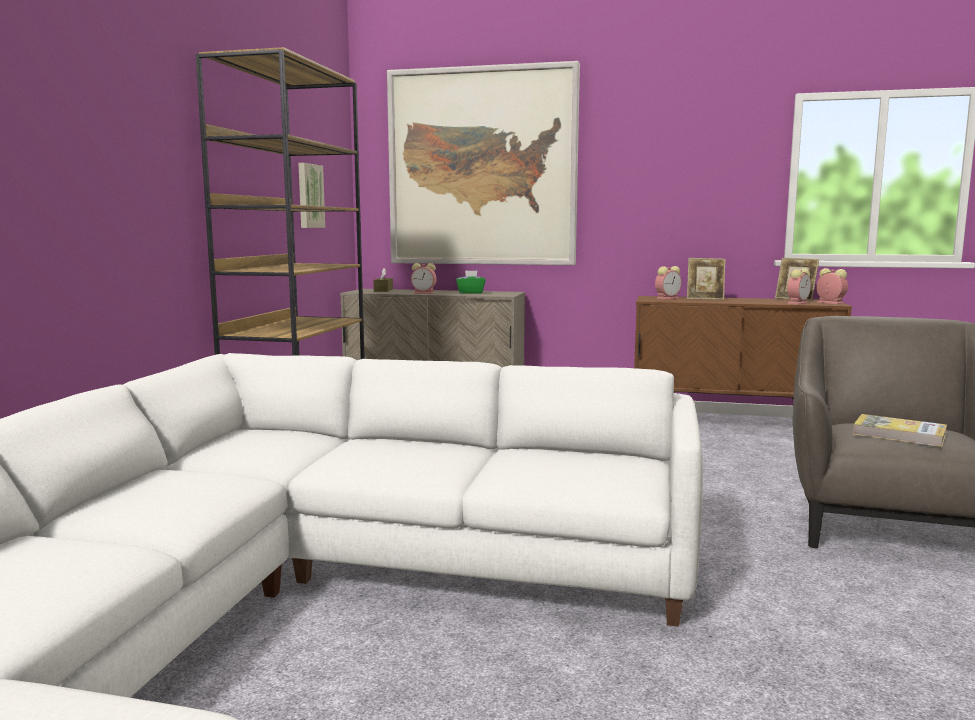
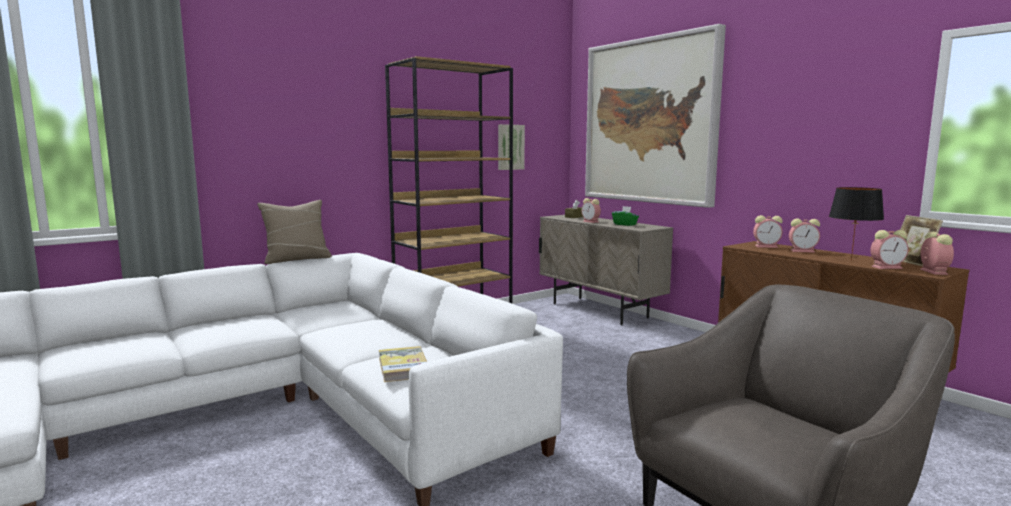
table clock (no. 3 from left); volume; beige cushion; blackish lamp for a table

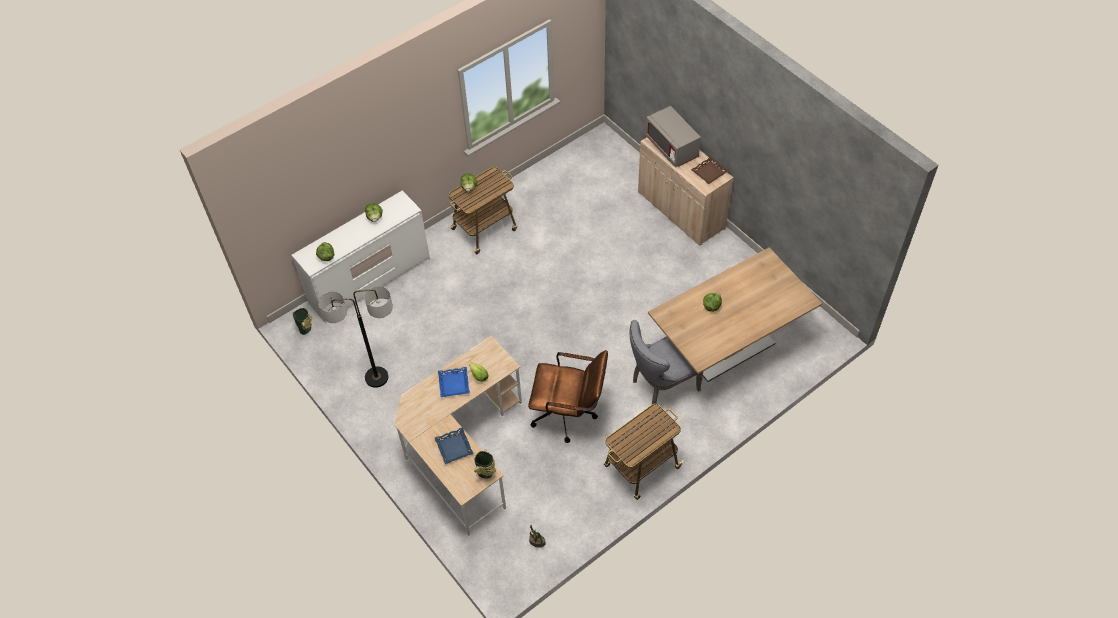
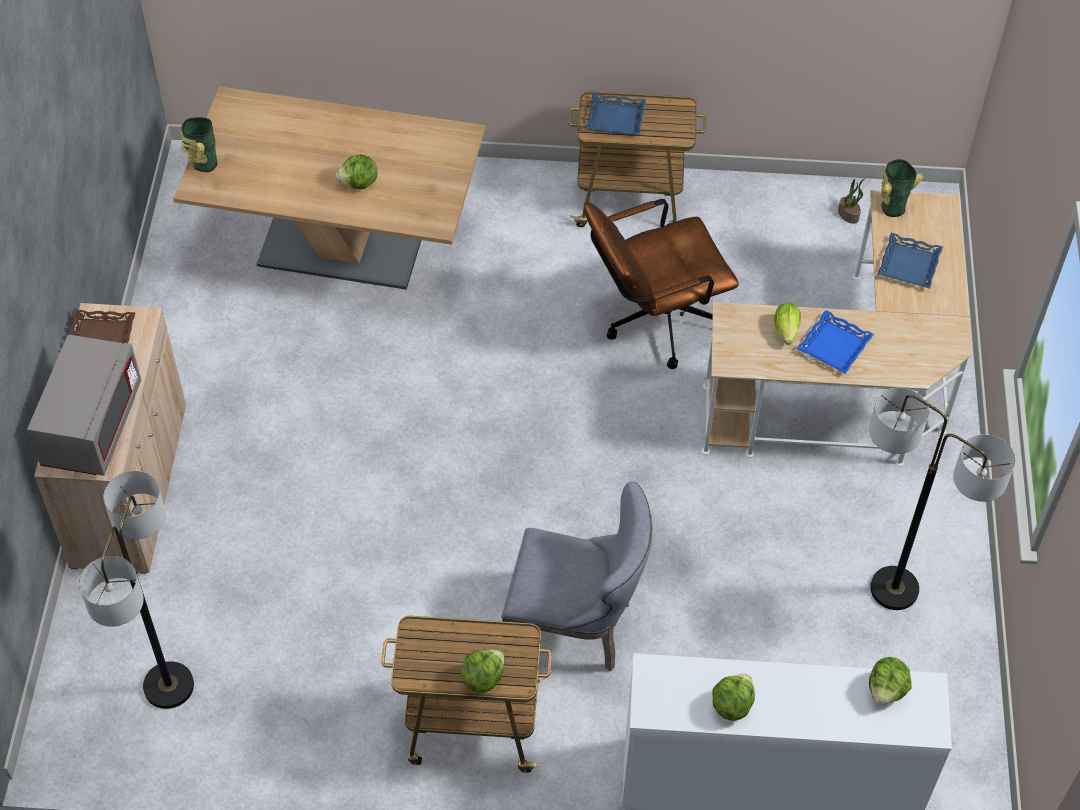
flower vase (no. 1 from left); brown office chair; grey chair; floor lamp (no. 1 from left); blue-coloured carrying tray (no. 1 from left)

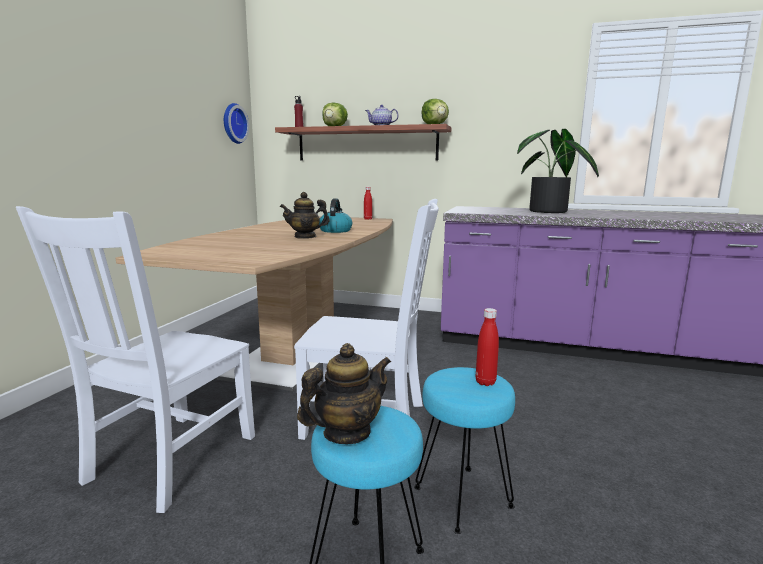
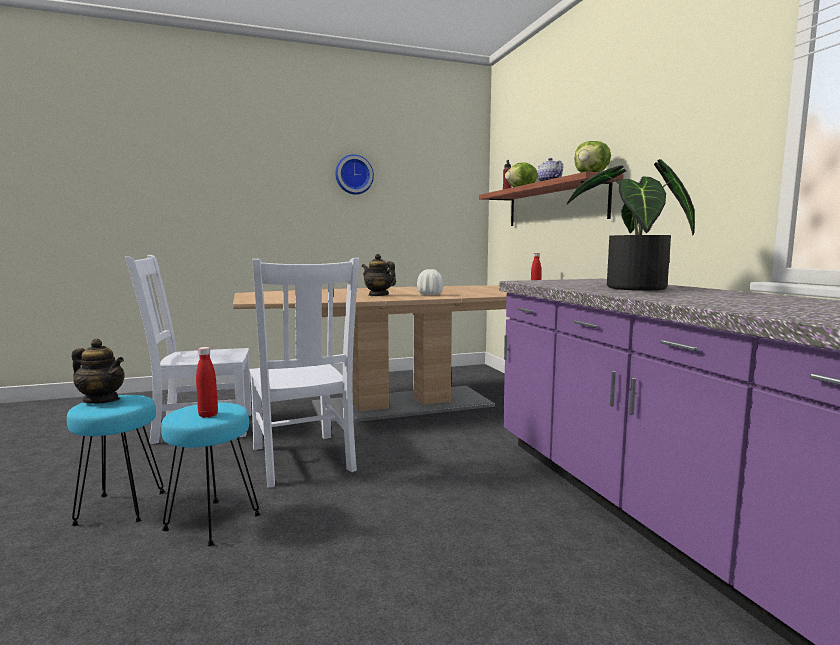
hanging clock; white-coloured flower vase

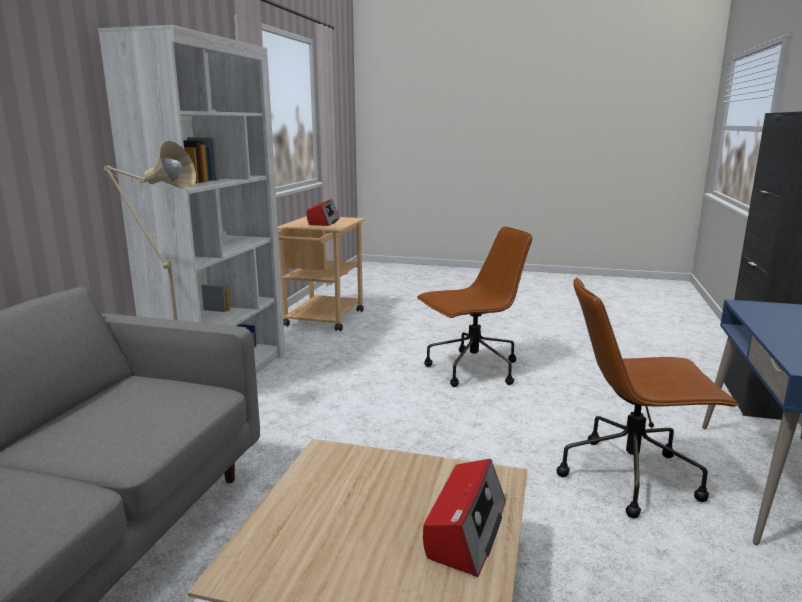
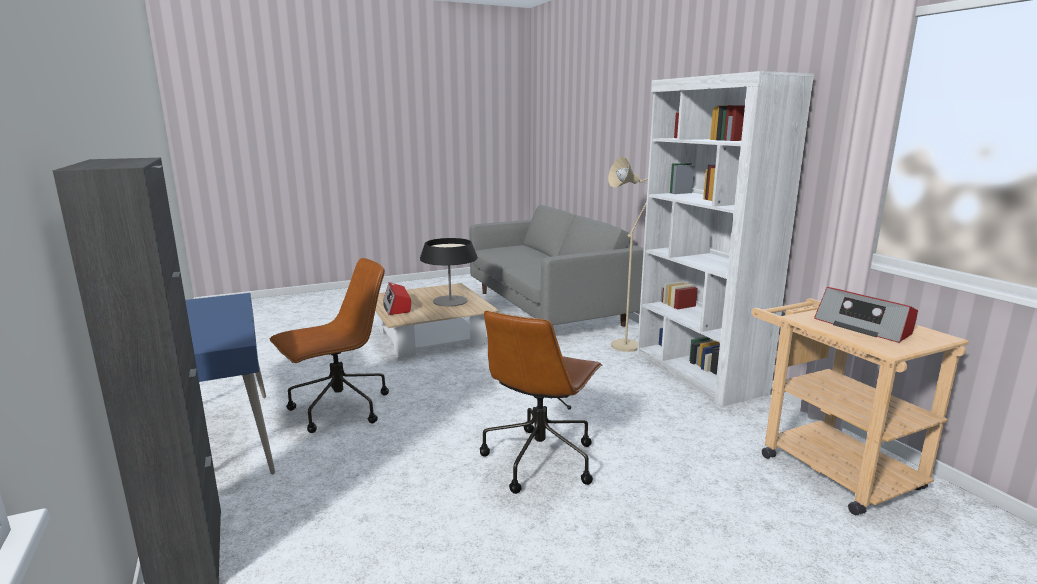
lamp for a table

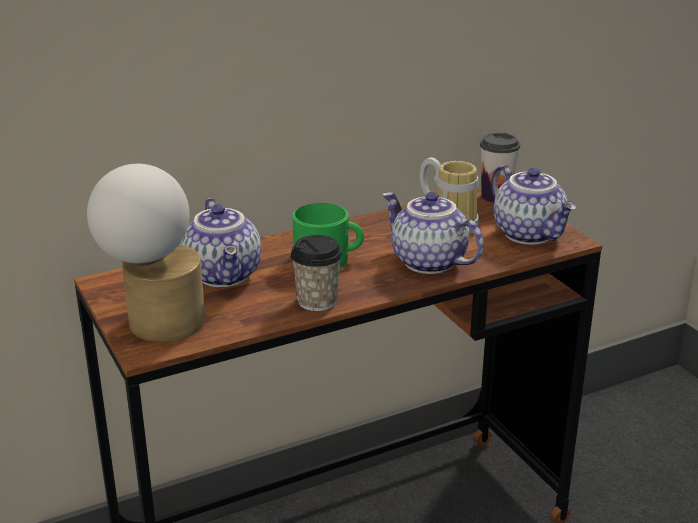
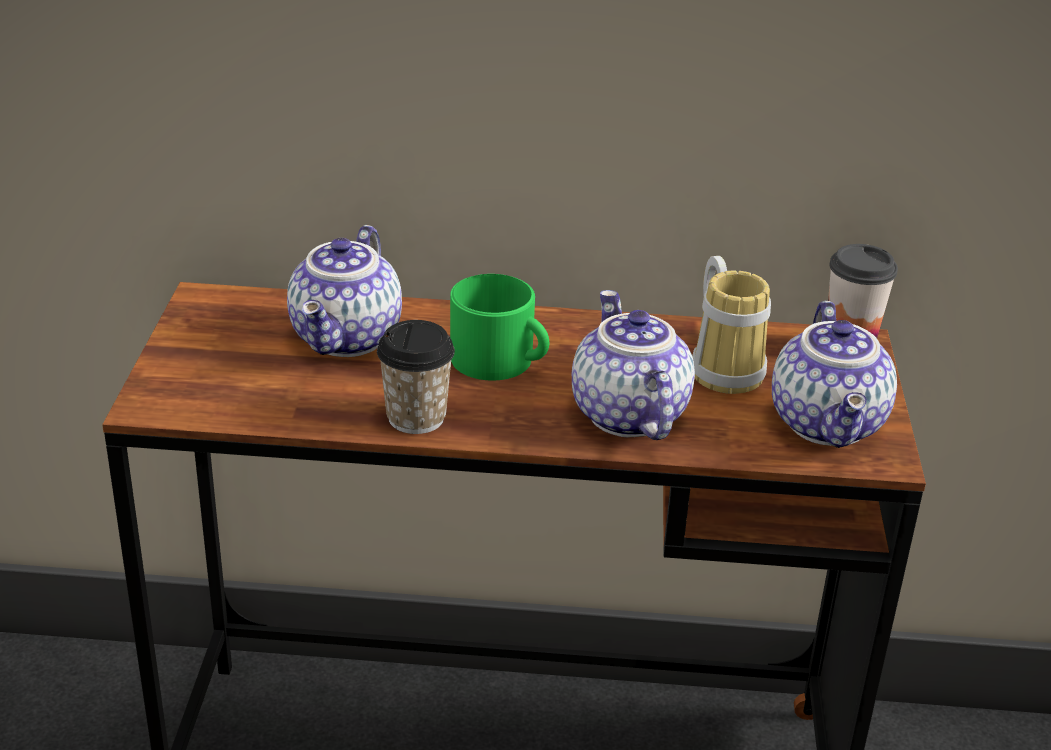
lamp for a table

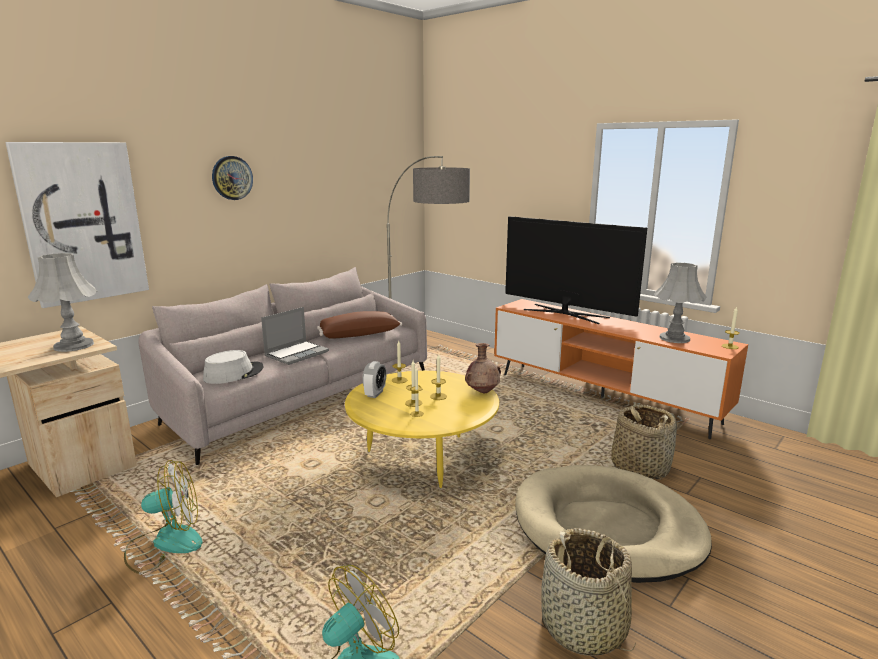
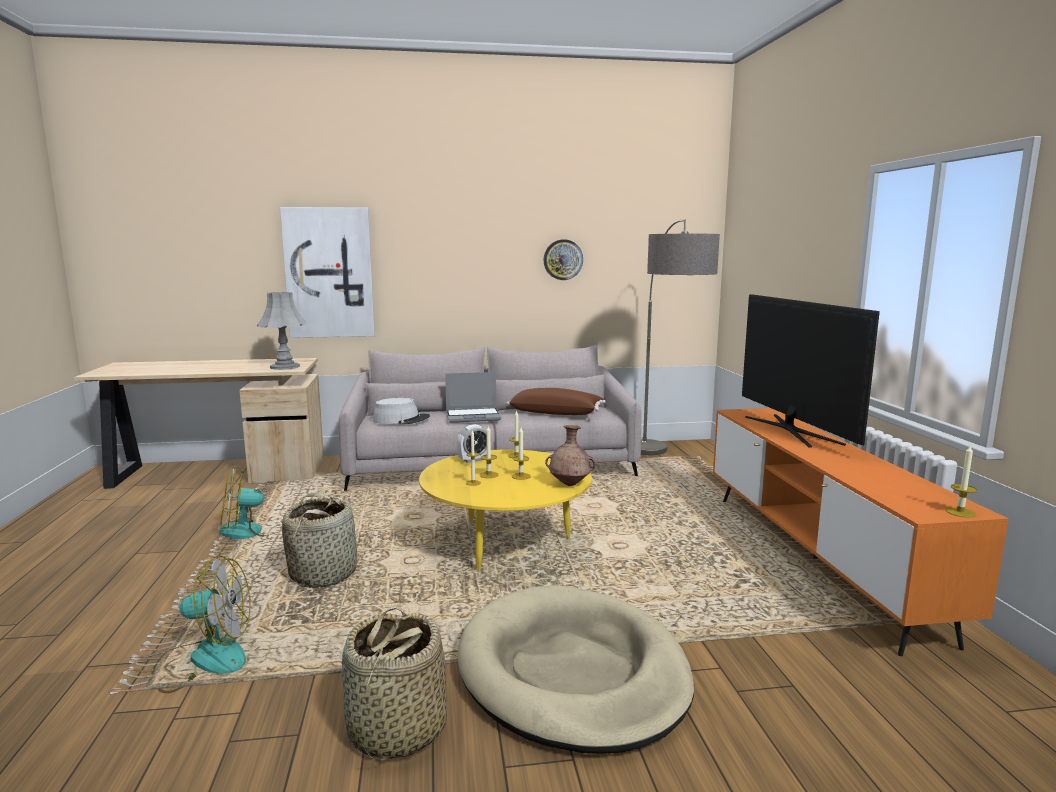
cooling fan (no. 2 from left); hanging clock; storage basket (no. 1 from left); grey lamp for a table (no. 2 from left in the first image)

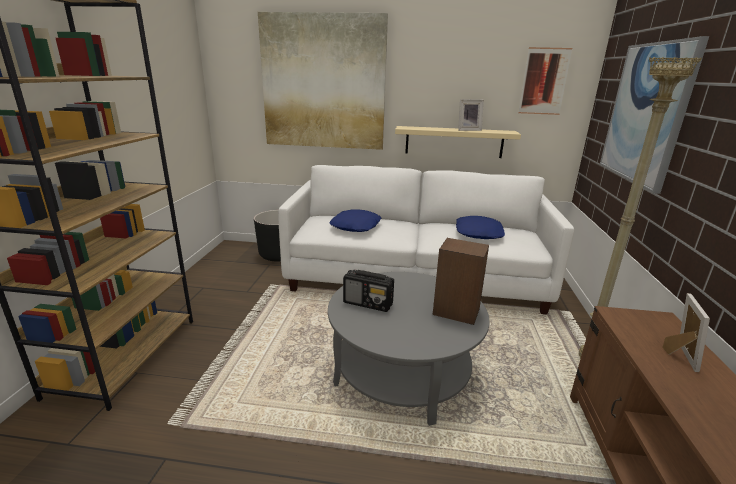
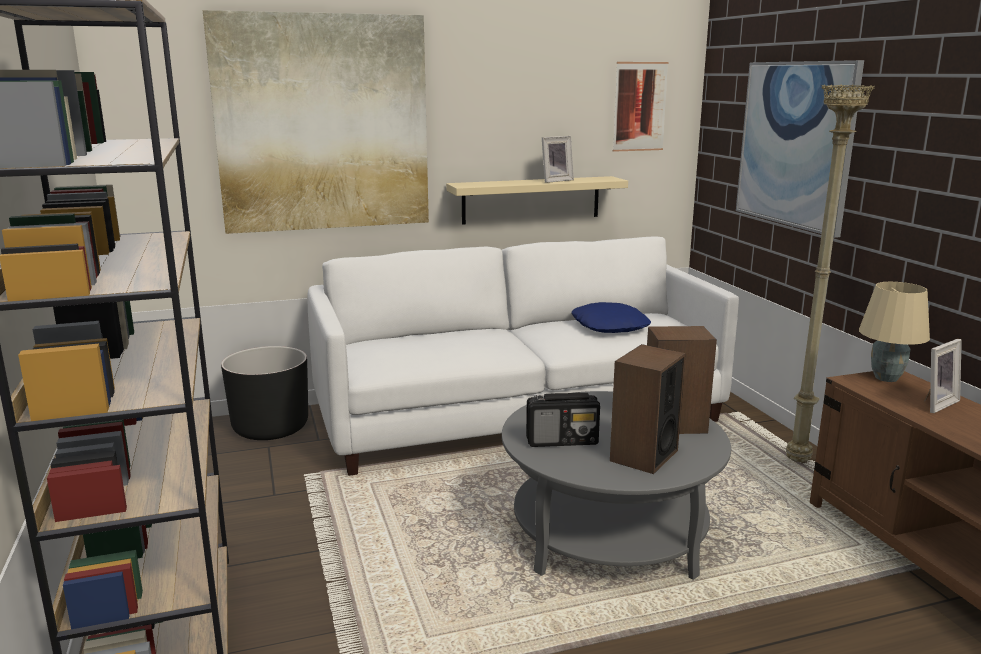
blue-coloured cushion (no. 1 from left in the first image); standing frame (no. 2 from left); loudspeaker (no. 1 from left); beige lamp for a table

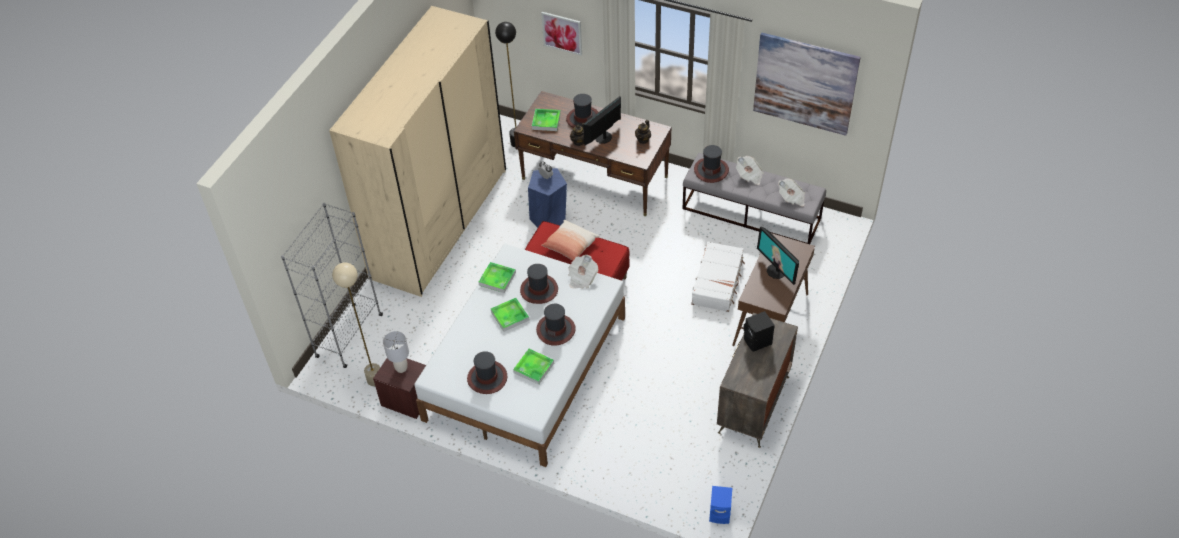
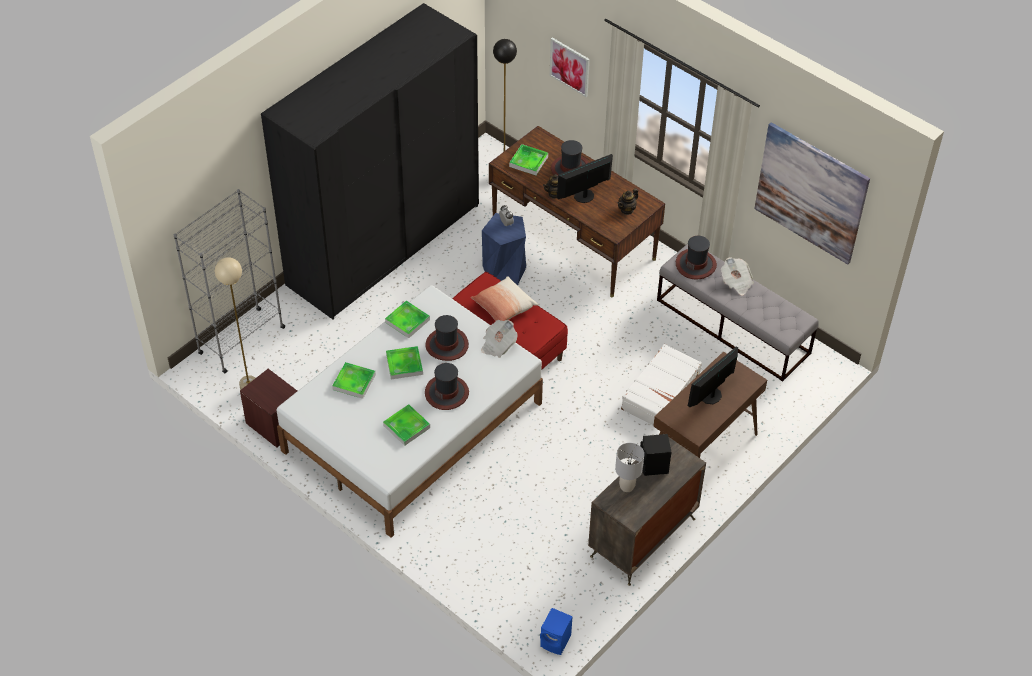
blackish clothes cupboard; grey lamp for a table; wearable hat (no. 1 from left in the first image); monitor (no. 2 from left); printed paper (no. 3 from left in the first image); carrying tray (no. 1 from left)

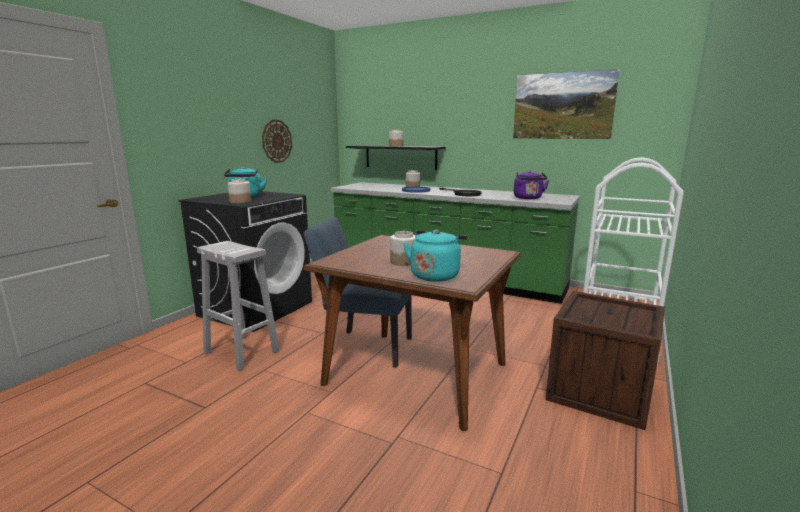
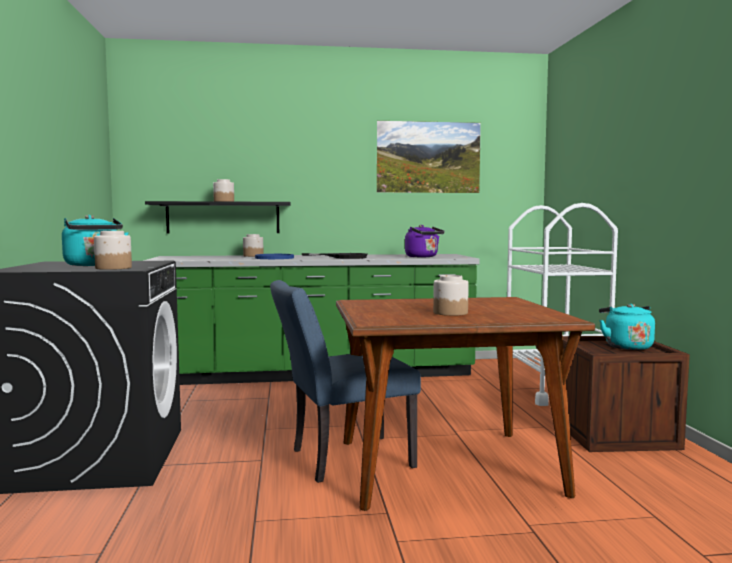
white-coloured stool; hanging clock; turquoise tea kettle (no. 2 from left)

